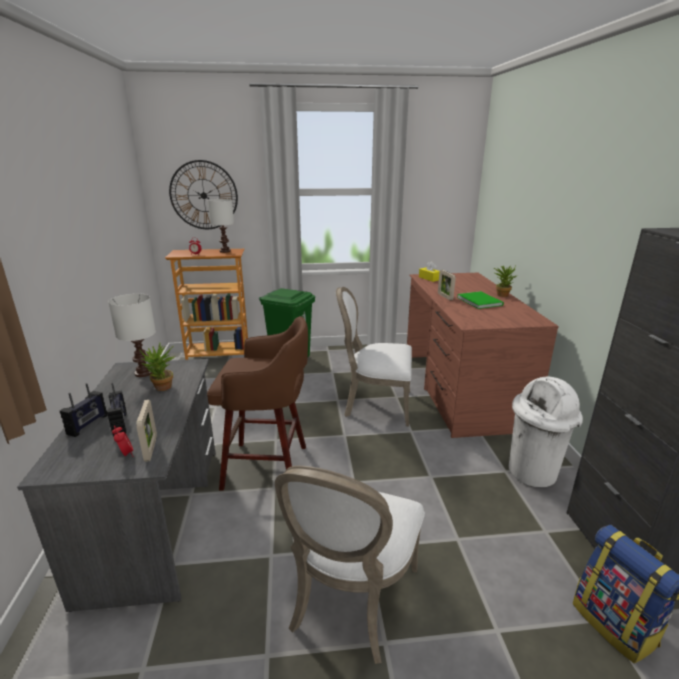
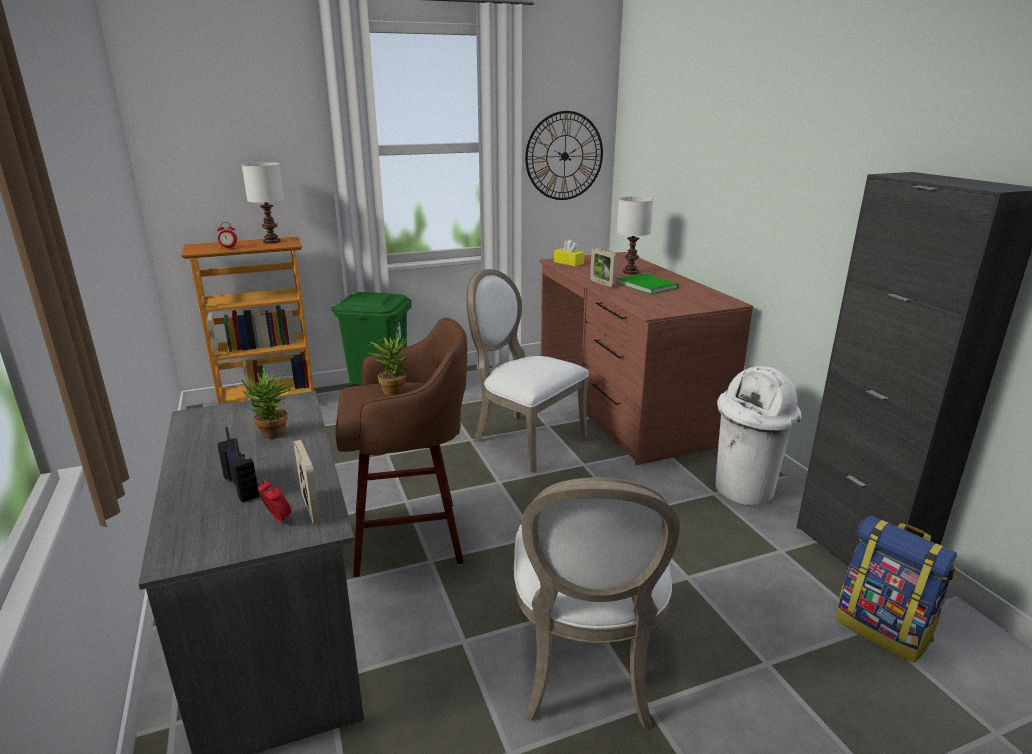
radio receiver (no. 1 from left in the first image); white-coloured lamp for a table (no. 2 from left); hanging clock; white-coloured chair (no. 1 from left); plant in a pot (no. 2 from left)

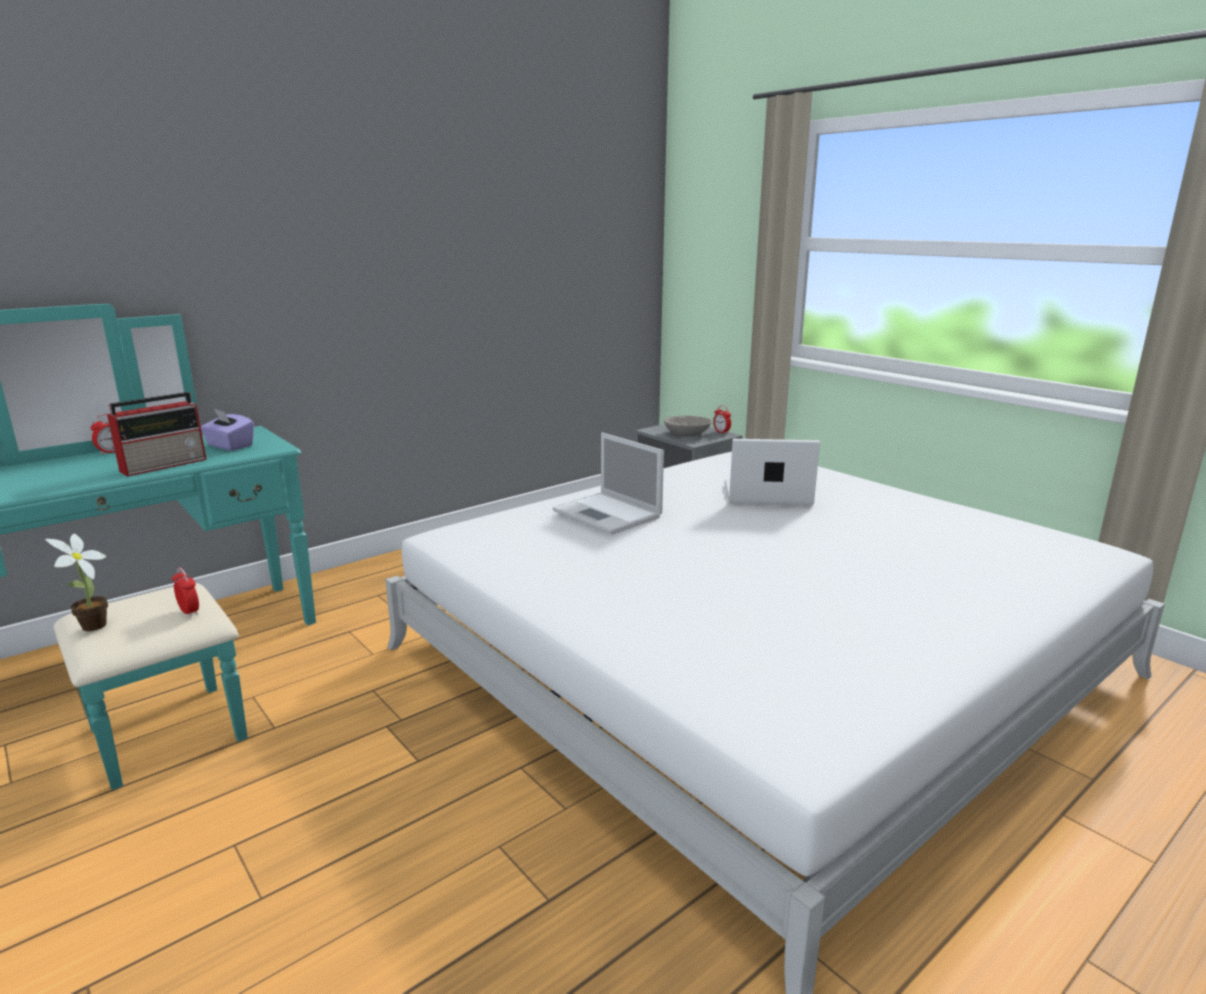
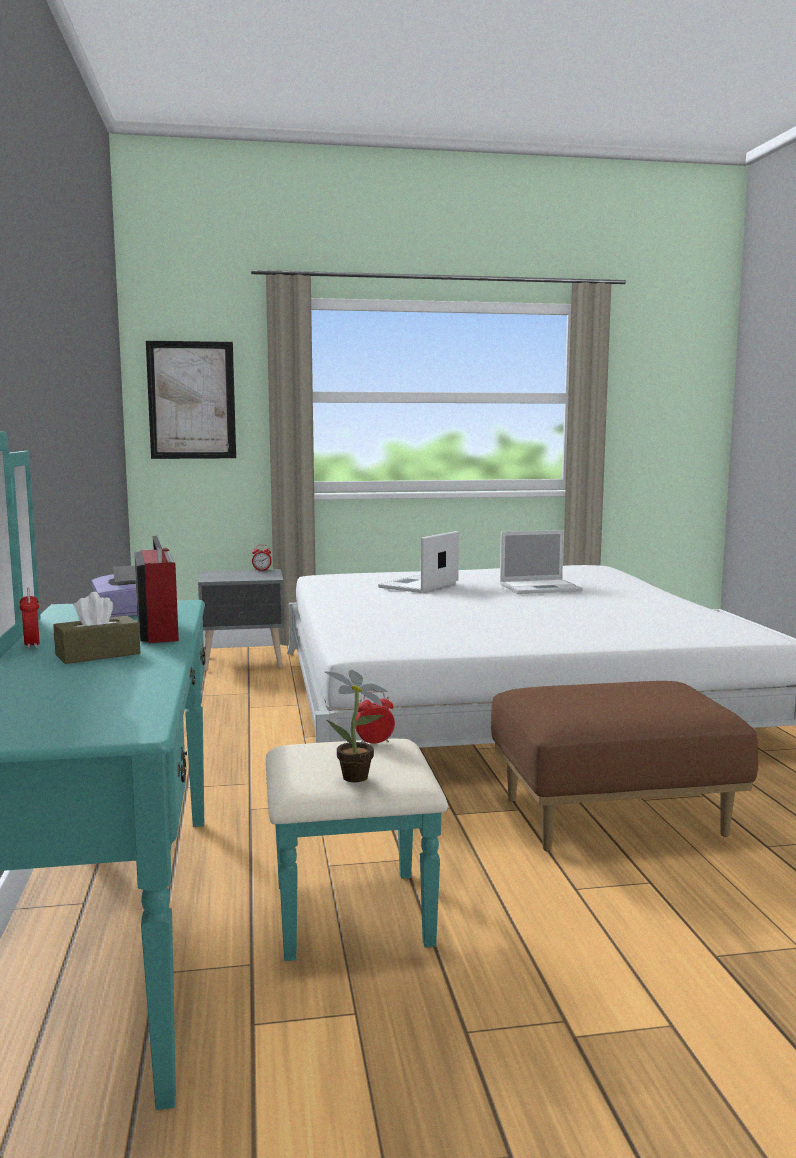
notebook computer (no. 2 from left); grey deep dish; brown box of tissues; wall picture; brown footrest

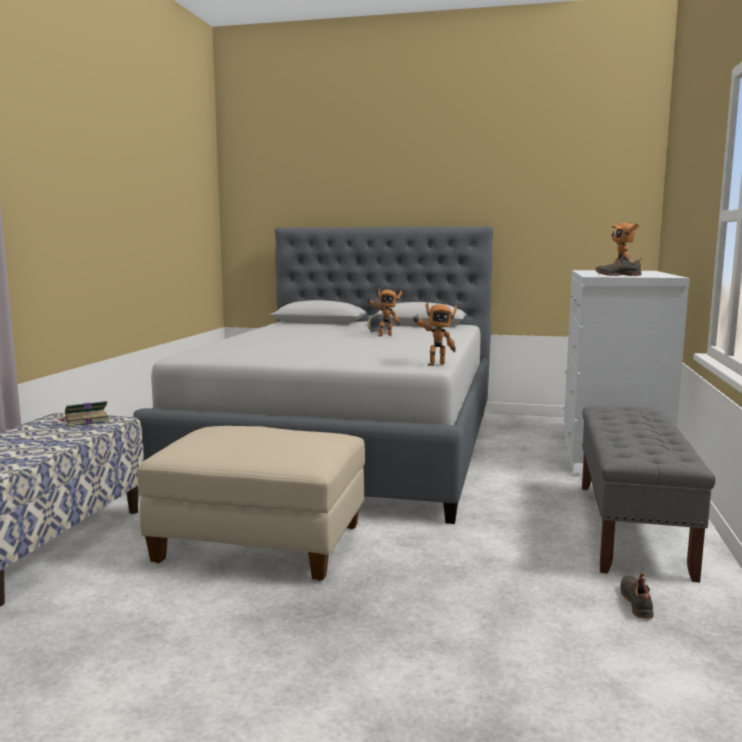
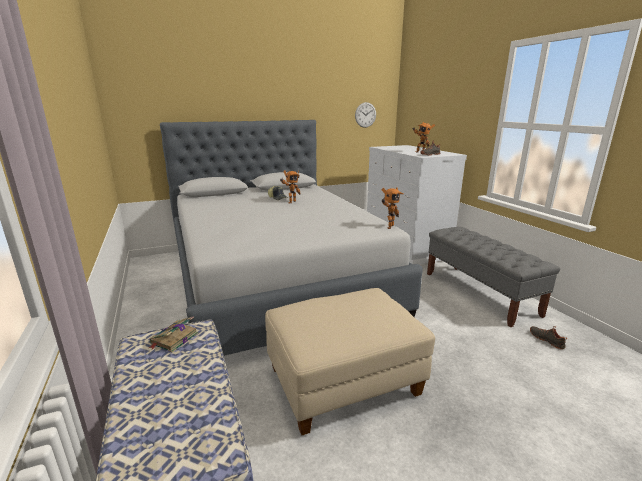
hanging clock

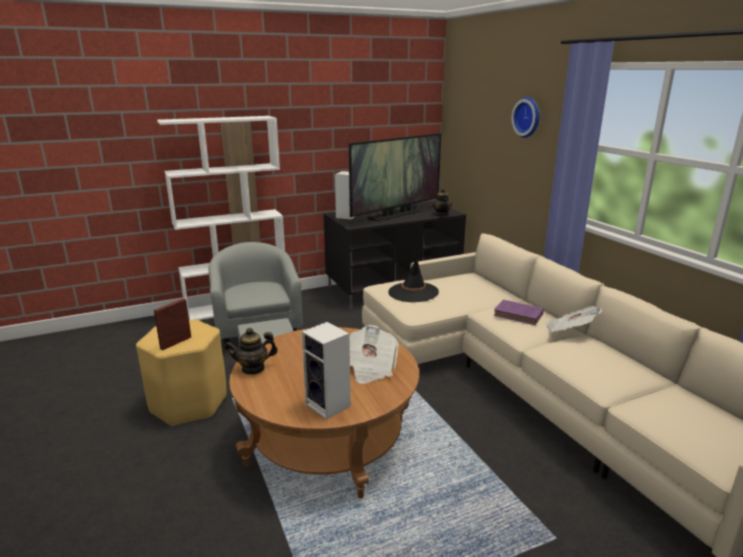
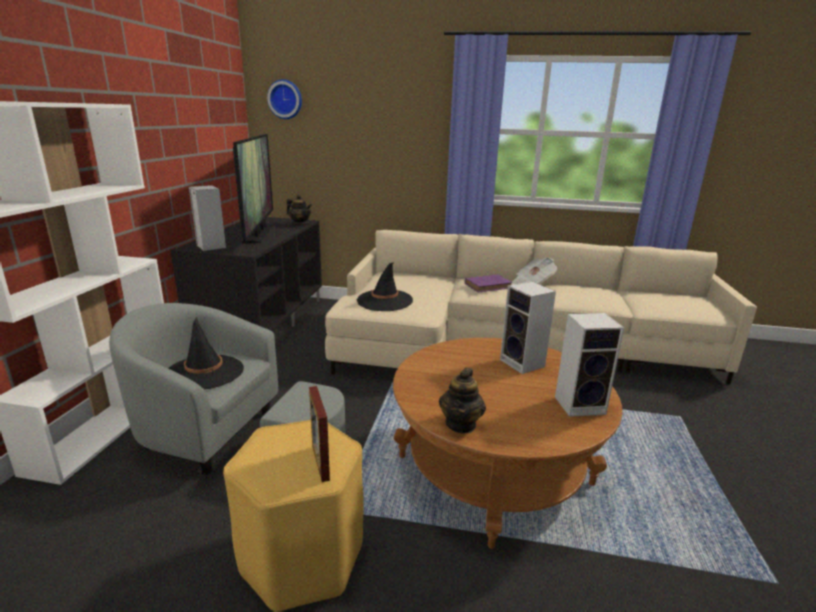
loudspeaker (no. 2 from left); hanging clock; blackish wearable hat (no. 1 from left)

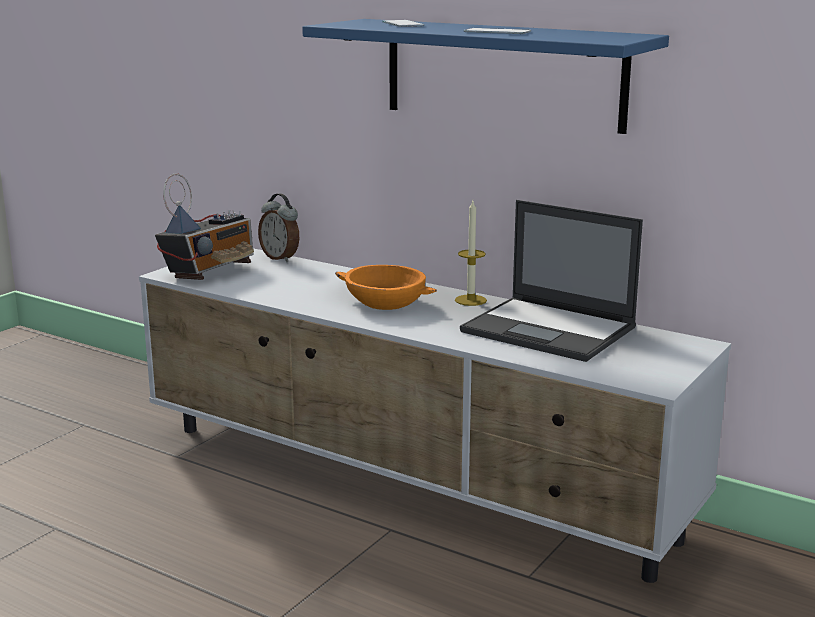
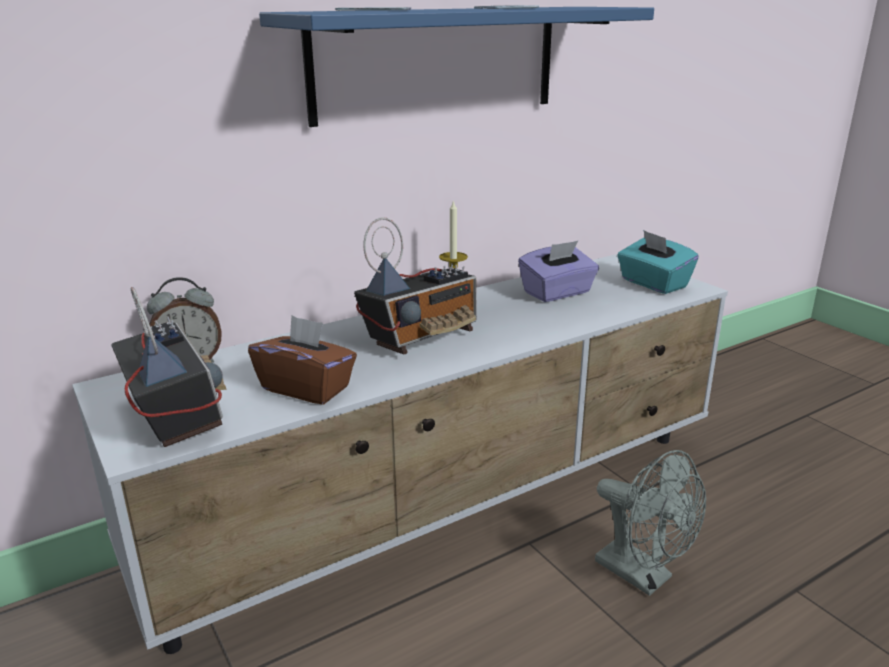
radio receiver (no. 2 from left); purple-coloured box of tissues; brown box of tissues; grey cooling fan; turquoise box of tissues

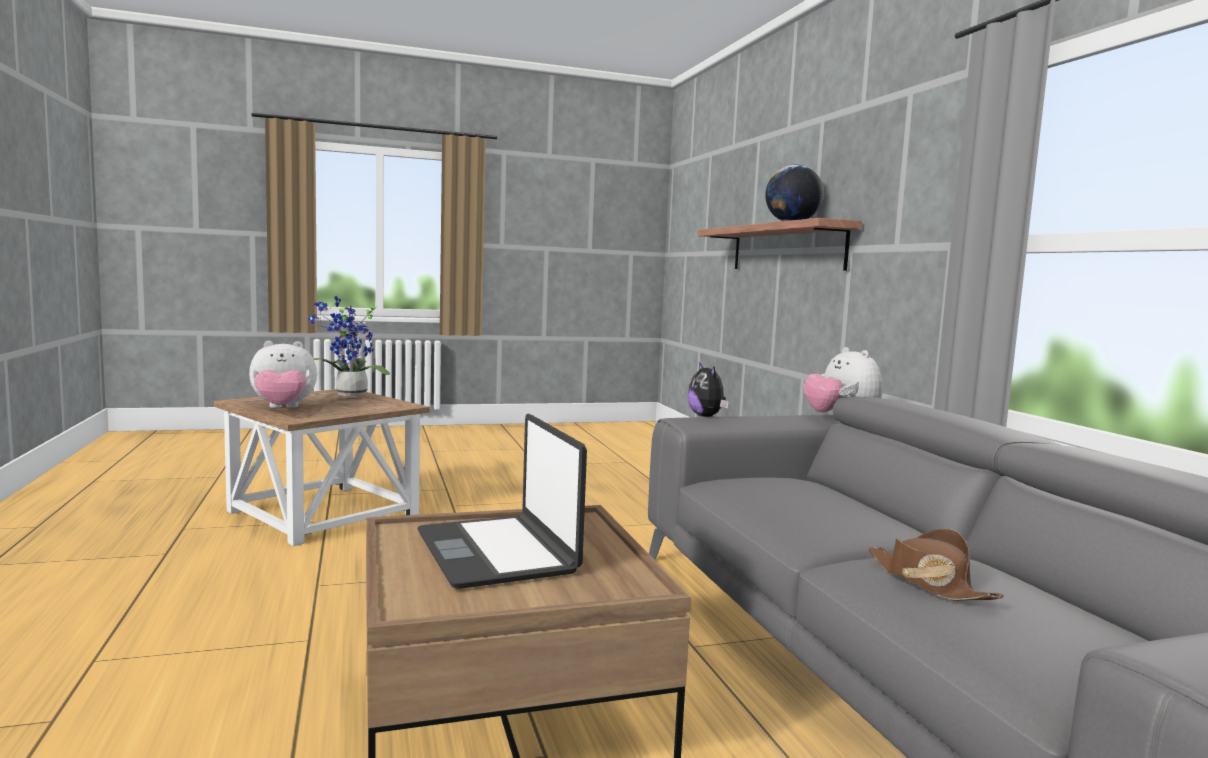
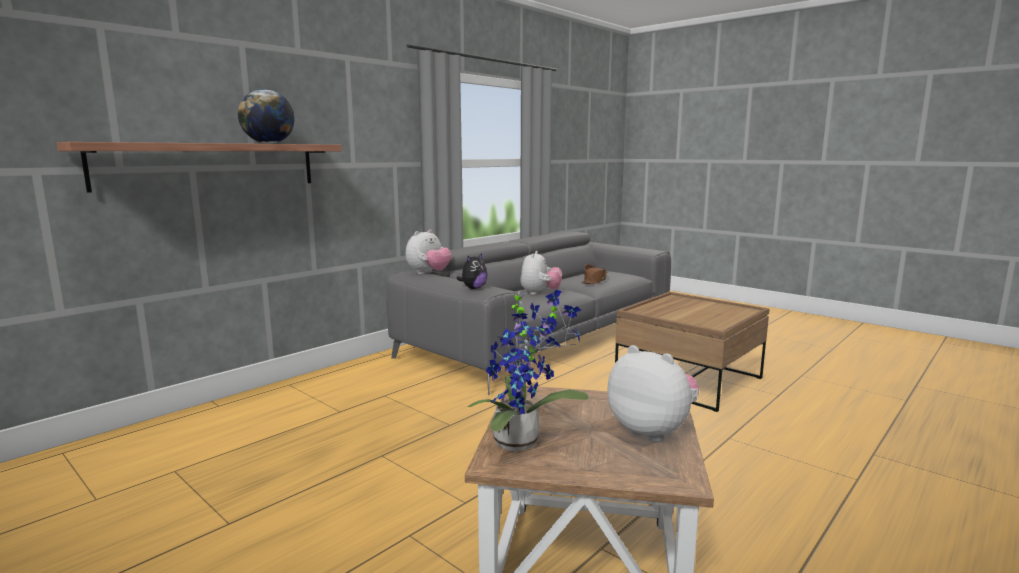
notebook computer; cuddly toy (no. 3 from left)

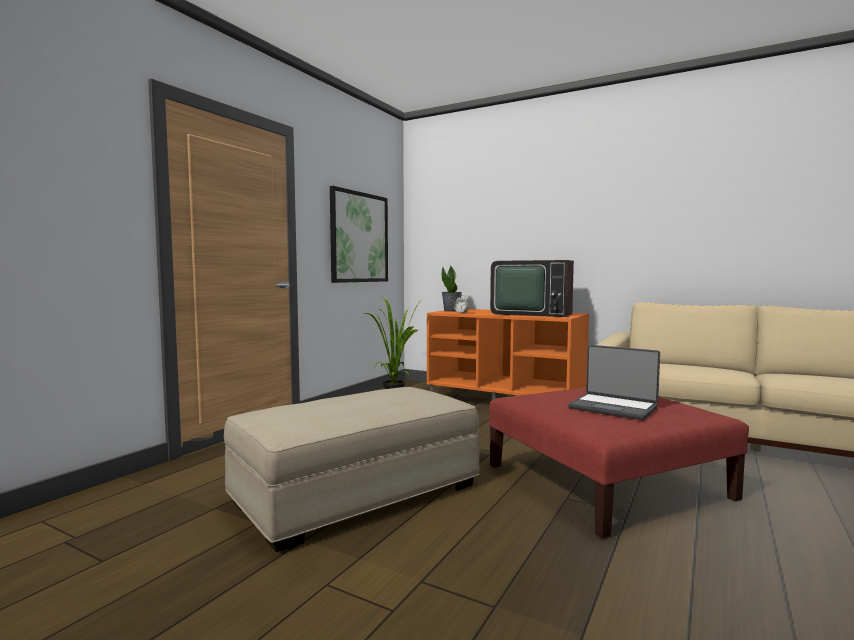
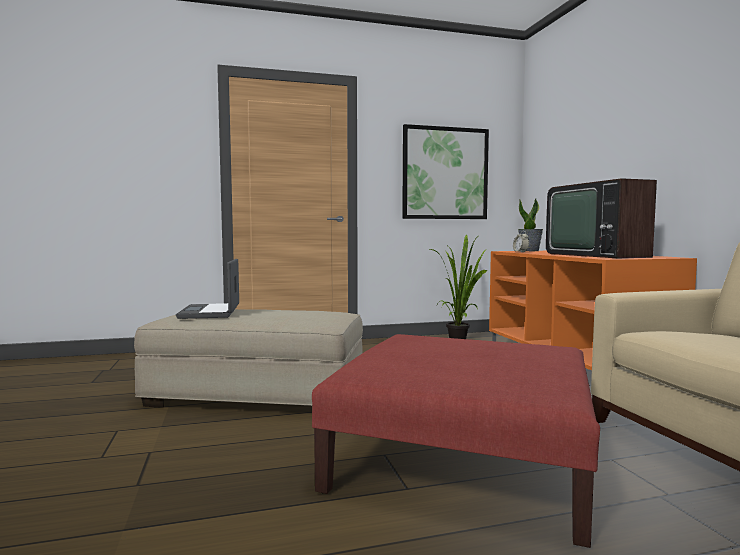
notebook computer

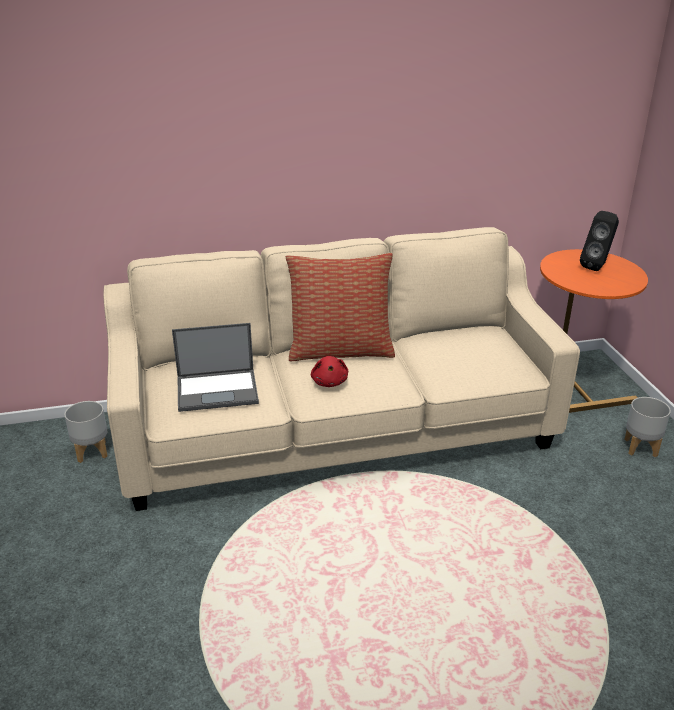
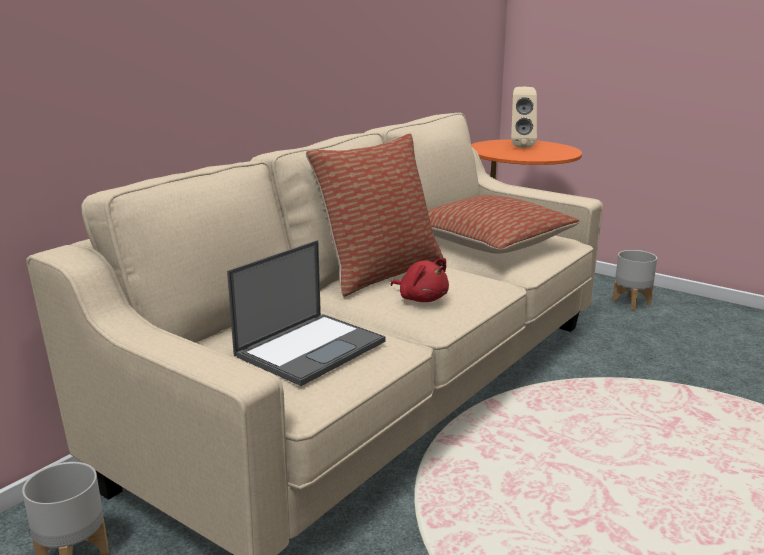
beige loudspeaker; cushion (no. 2 from left)

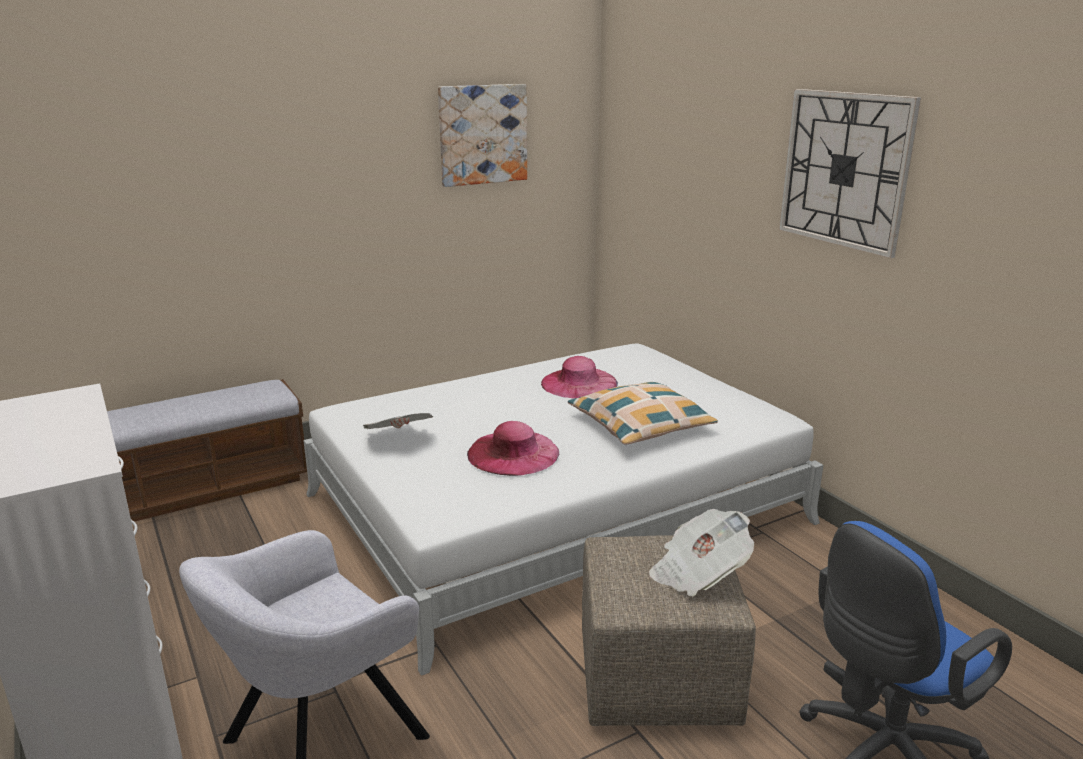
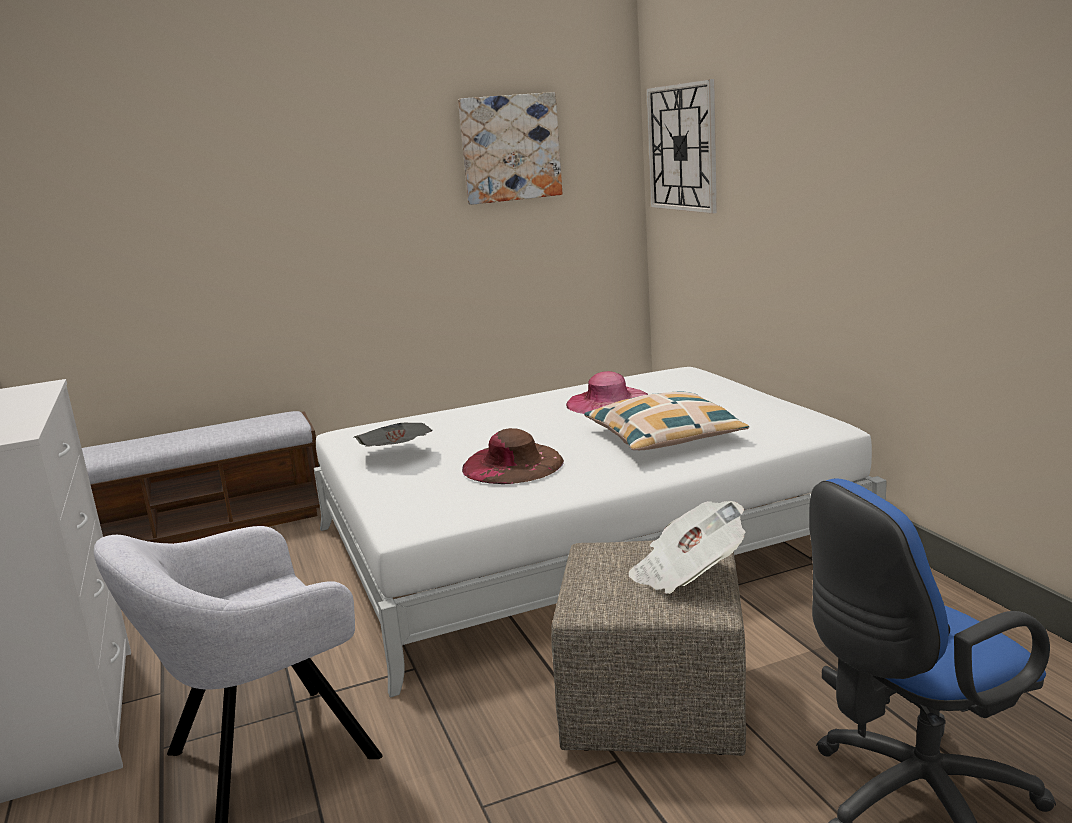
brown wearable hat; hanging clock

